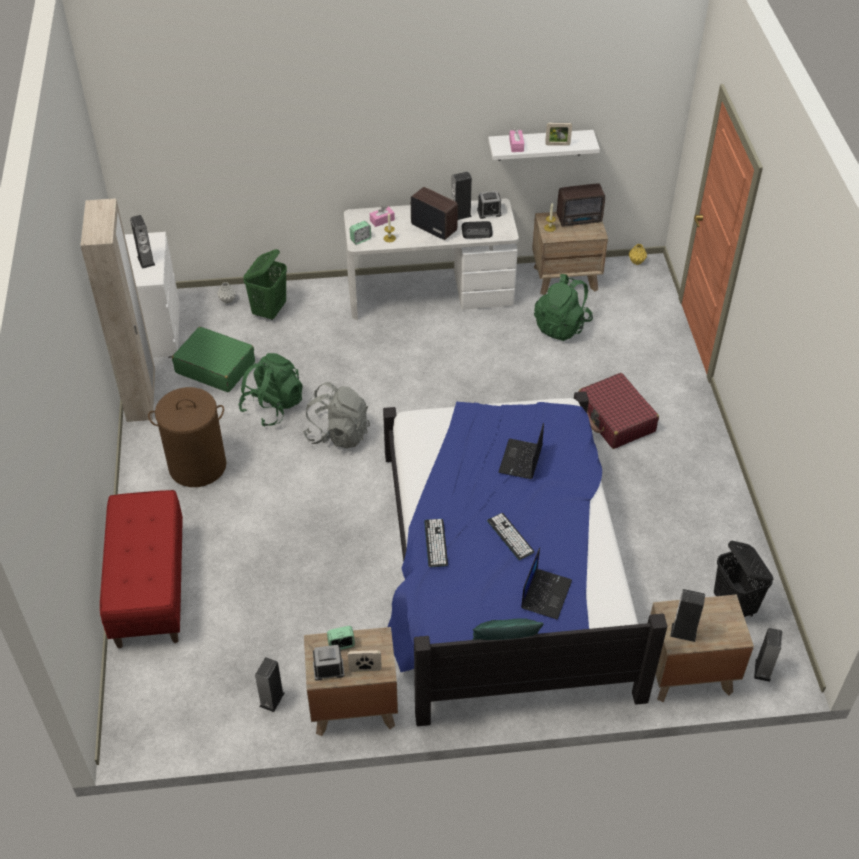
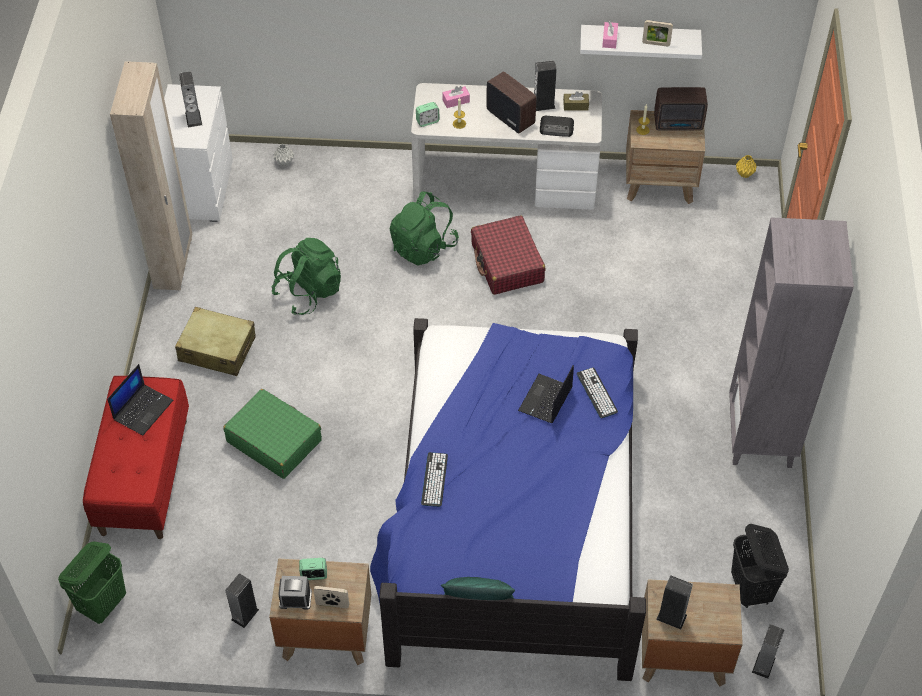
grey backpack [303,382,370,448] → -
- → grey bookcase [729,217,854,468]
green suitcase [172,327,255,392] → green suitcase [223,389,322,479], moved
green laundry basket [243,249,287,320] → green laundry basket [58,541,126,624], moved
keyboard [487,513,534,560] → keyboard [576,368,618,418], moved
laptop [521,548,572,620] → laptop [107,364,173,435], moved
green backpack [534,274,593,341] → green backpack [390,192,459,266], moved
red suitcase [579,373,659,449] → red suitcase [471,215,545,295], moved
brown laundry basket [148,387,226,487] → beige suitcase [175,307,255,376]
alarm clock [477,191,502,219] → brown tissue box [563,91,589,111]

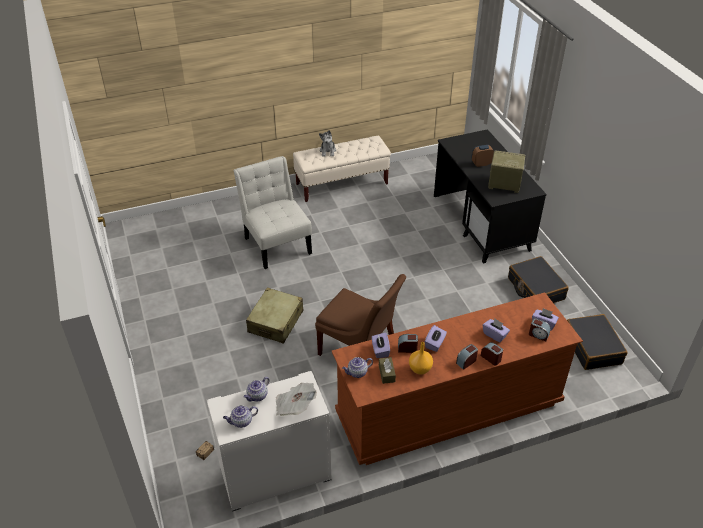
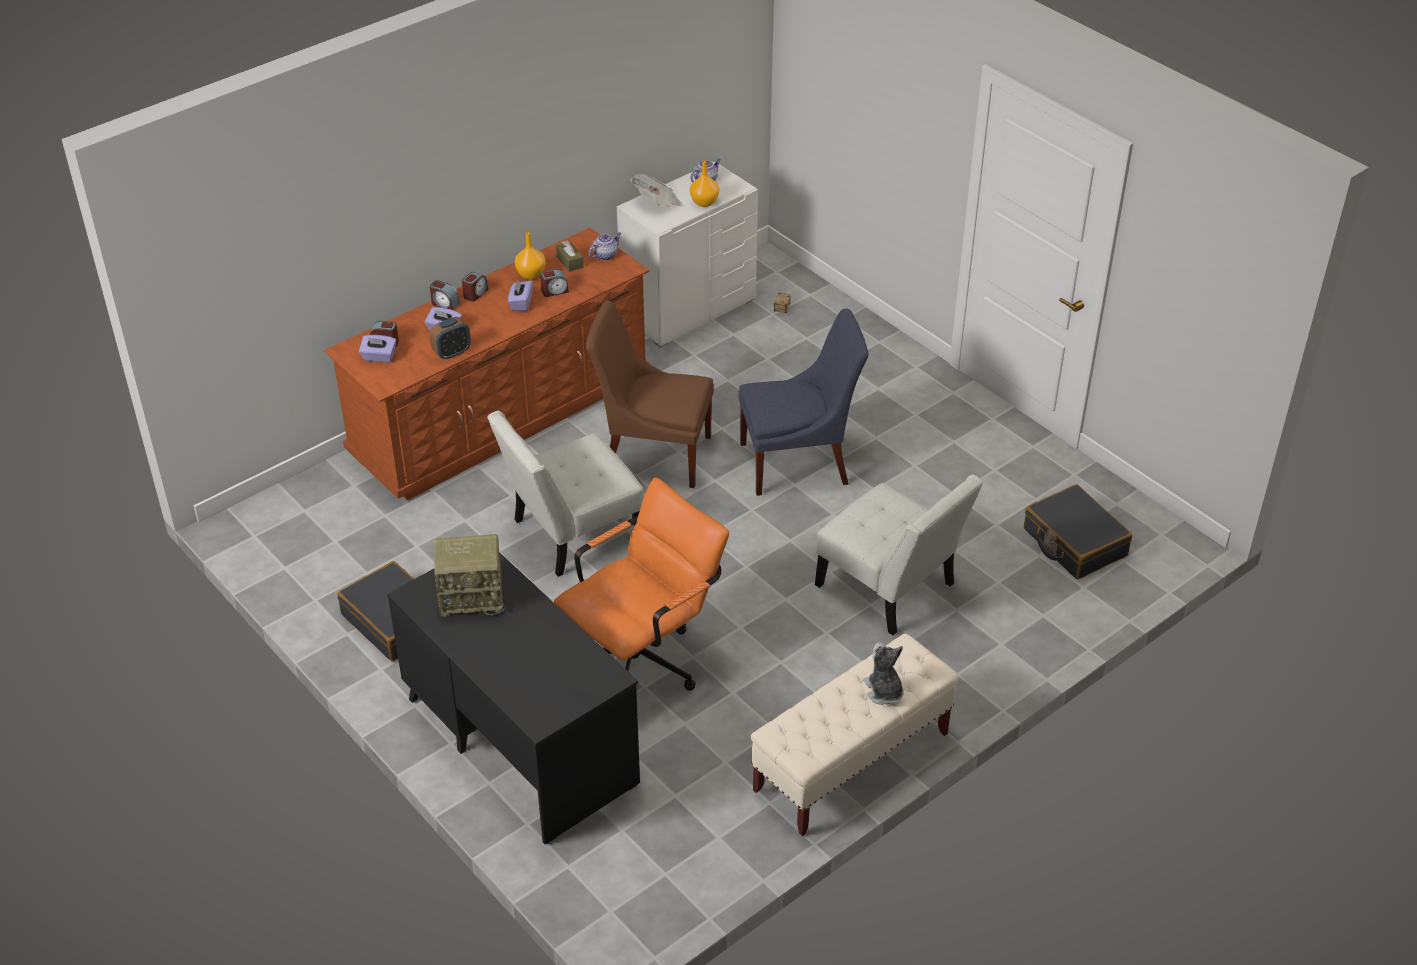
purple tissue box [372,332,390,358] → -
- → white chair [487,411,644,577]
- → orange office chair [554,478,729,691]
alarm clock [471,145,494,167] → alarm clock [430,317,471,360], moved
black suitcase [567,314,628,370] → black suitcase [1024,484,1132,579], moved
teapot [244,377,269,401] → orange vase [690,161,719,207]
beige suitcase [246,288,303,343] → blue chair [739,309,869,496]

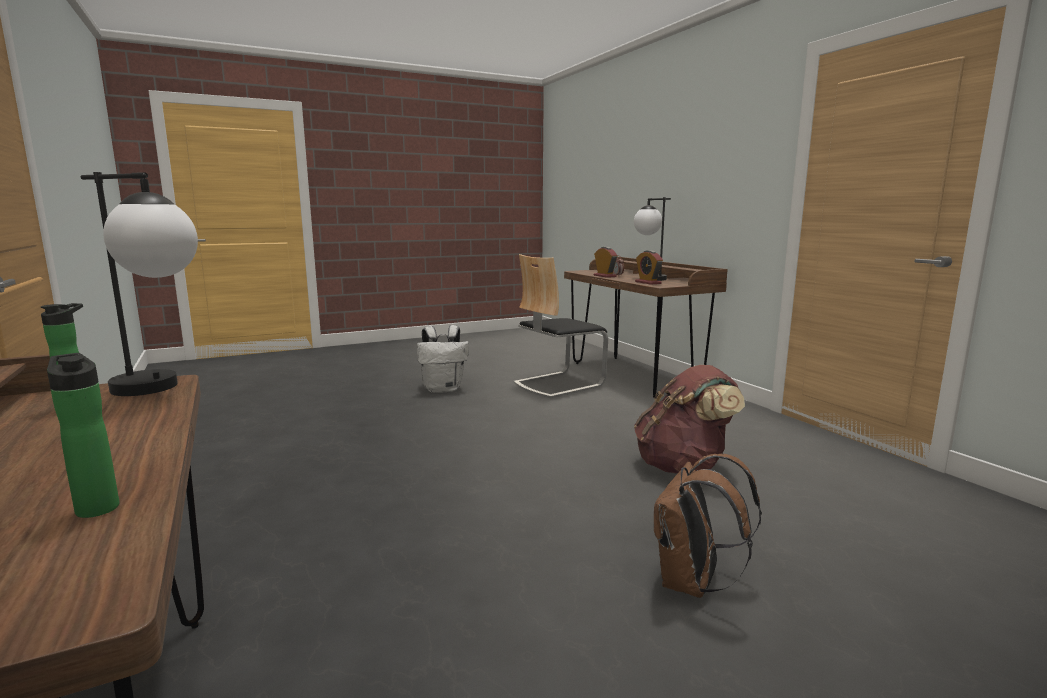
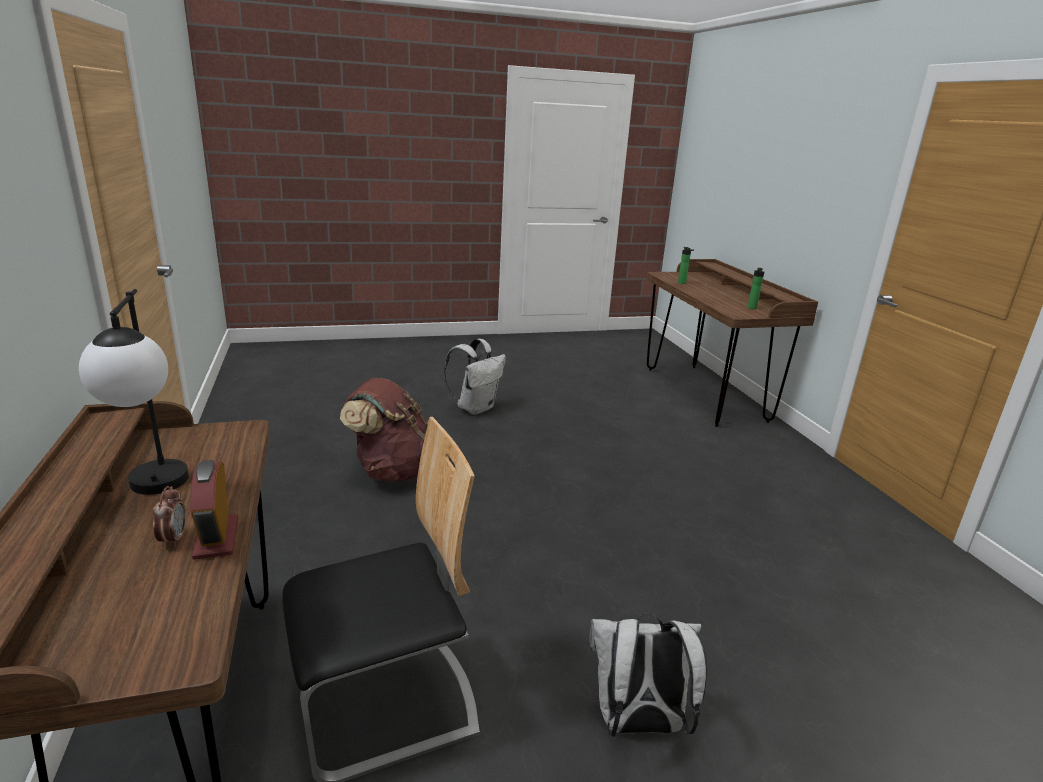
table lamp [80,172,198,396] → -
alarm clock [635,250,663,285] → -
brown backpack [654,454,762,598] → white backpack [444,339,506,415]

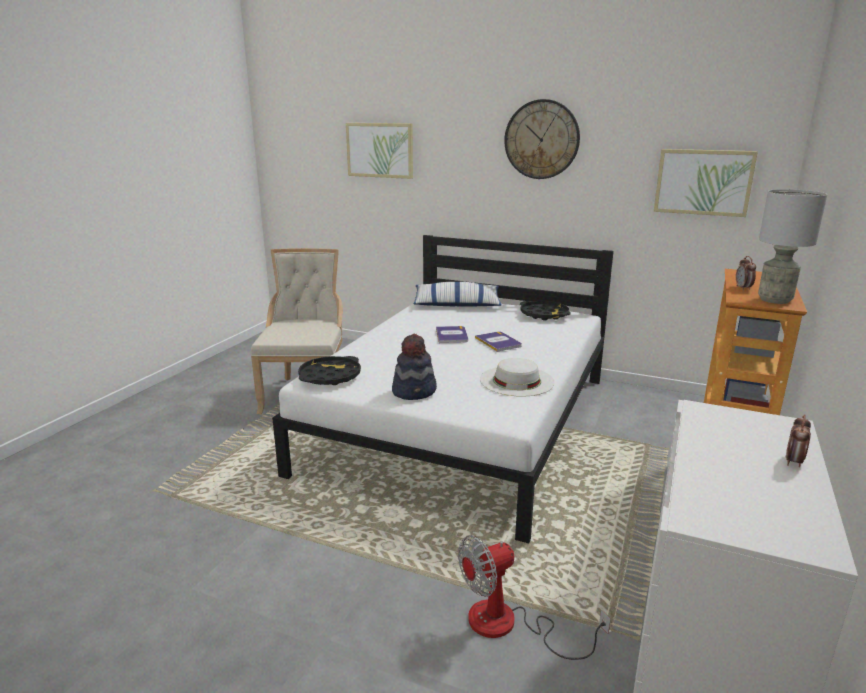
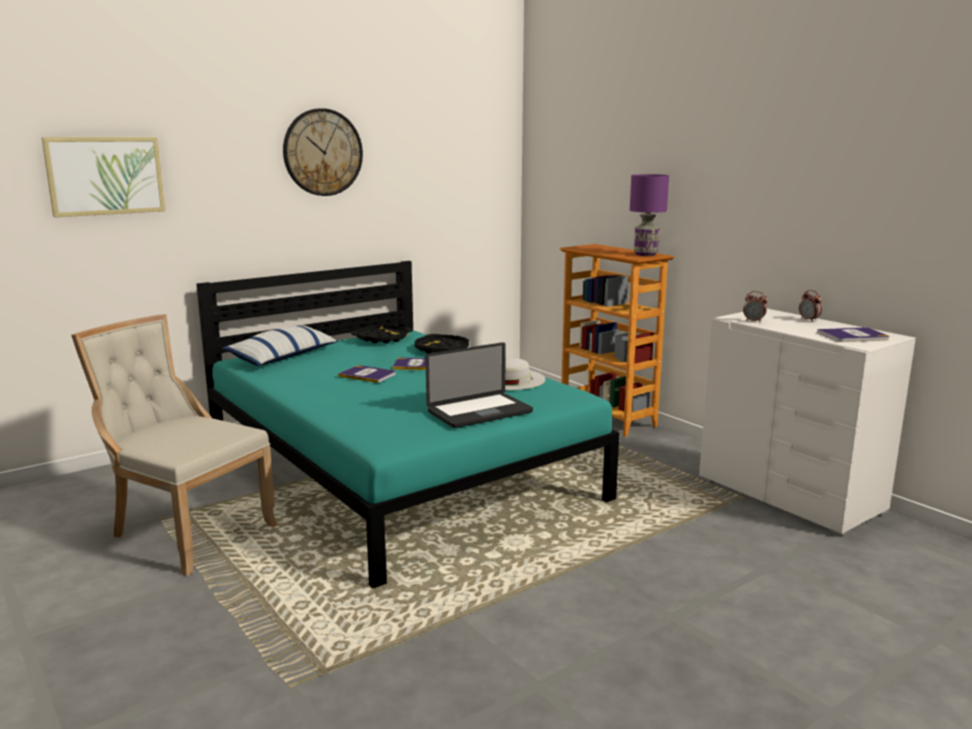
fan [458,535,611,660] → -
picture [654,149,758,217] → -
- → book [817,327,889,342]
black tray [298,356,361,385] → black tray [415,334,469,354], moved
alarm clock [736,256,756,290] → alarm clock [743,291,768,323], moved
hat [392,334,437,400] → laptop [425,342,533,428]
white bed [272,235,614,543] → turquoise bed [196,261,619,588]
grey table lamp [758,189,827,304] → purple table lamp [630,174,669,256]

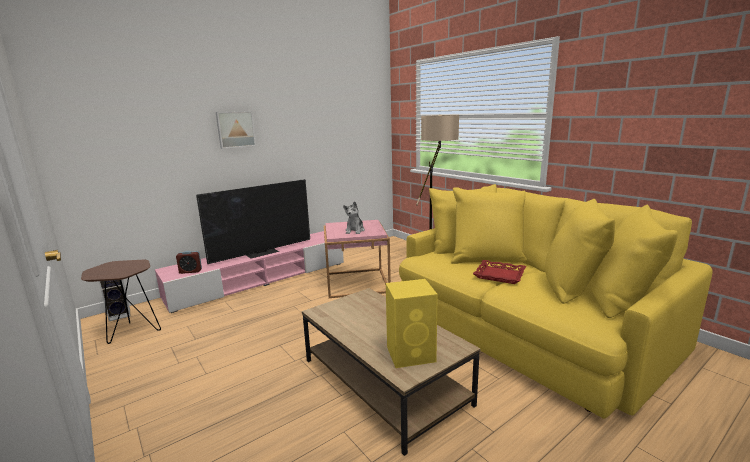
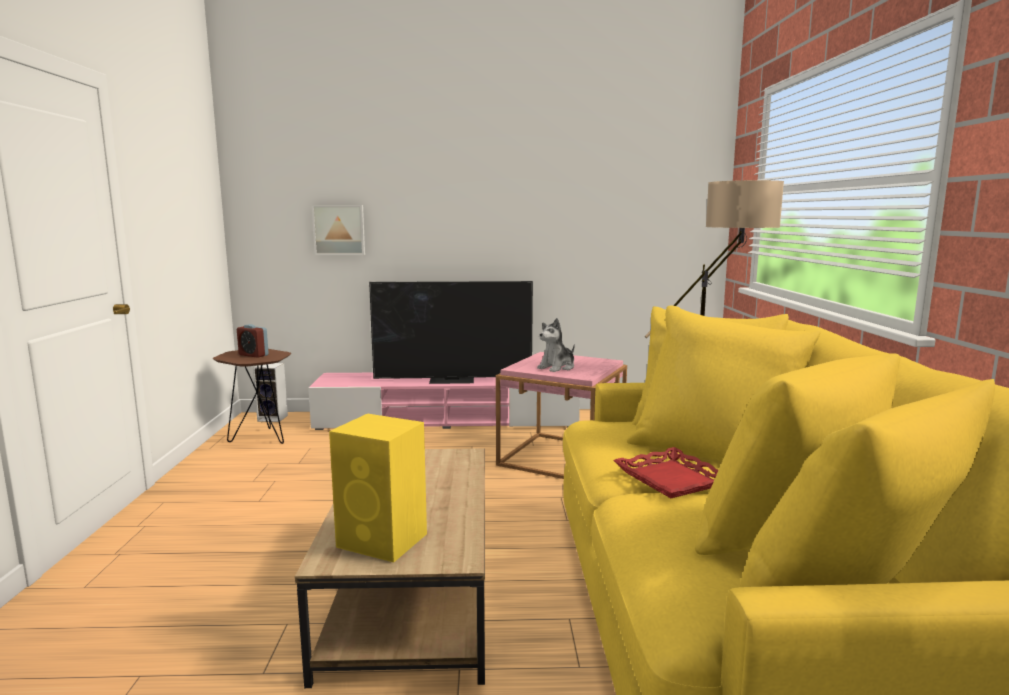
alarm clock [176,251,202,274] → alarm clock [237,324,269,358], moved
picture [216,111,256,149] → picture [312,205,365,255], moved

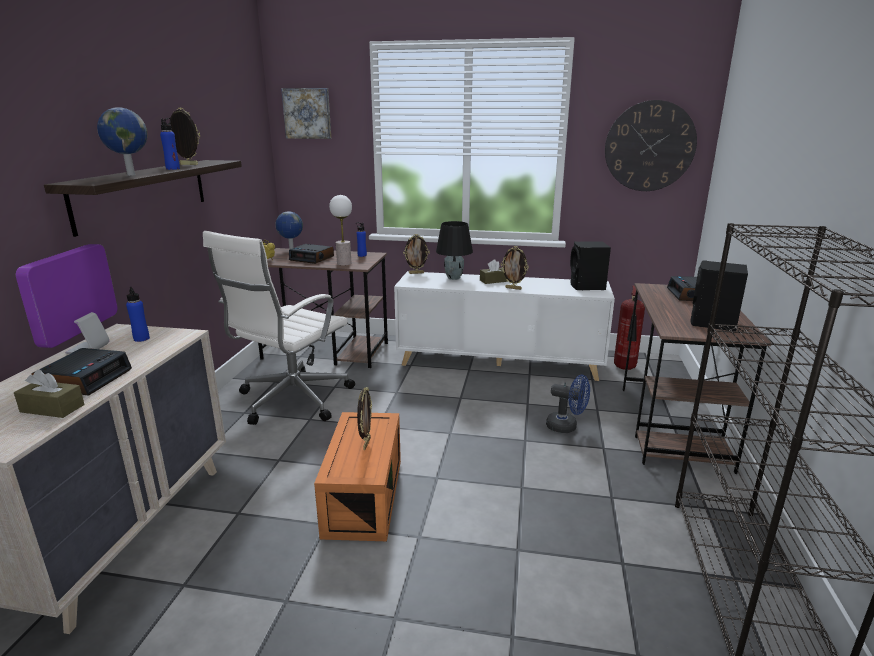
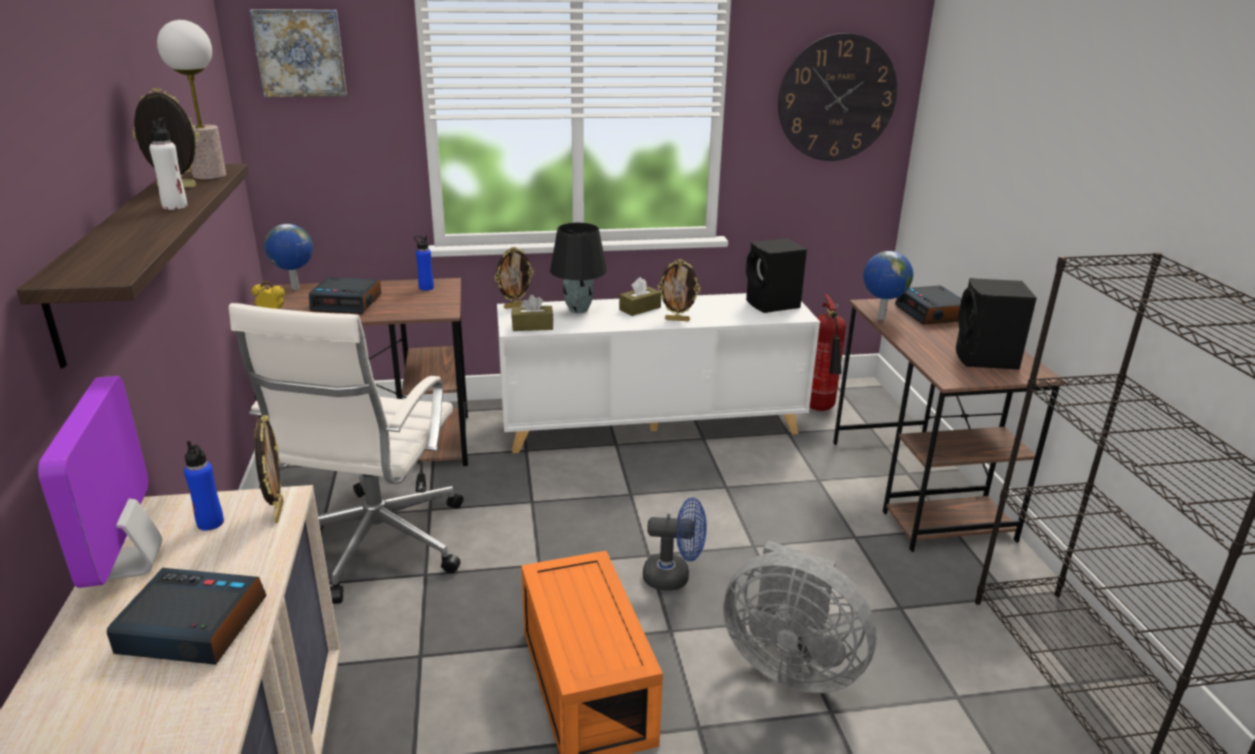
- → grey fan [723,540,877,693]
brown tissue box [14,369,85,418] → brown tissue box [512,295,554,331], moved
globe [97,107,148,176] → globe [863,251,913,320], moved
table lamp [329,195,352,266] → table lamp [157,20,226,180], moved
picture frame [357,387,372,450] → picture frame [254,415,284,523], moved
blue fan [546,375,590,433] → blue fan [643,498,707,591], moved
blue bottle [160,118,180,170] → white bottle [149,118,187,210]
alarm clock [31,348,132,396] → alarm clock [107,568,267,665], 75 degrees counterclockwise

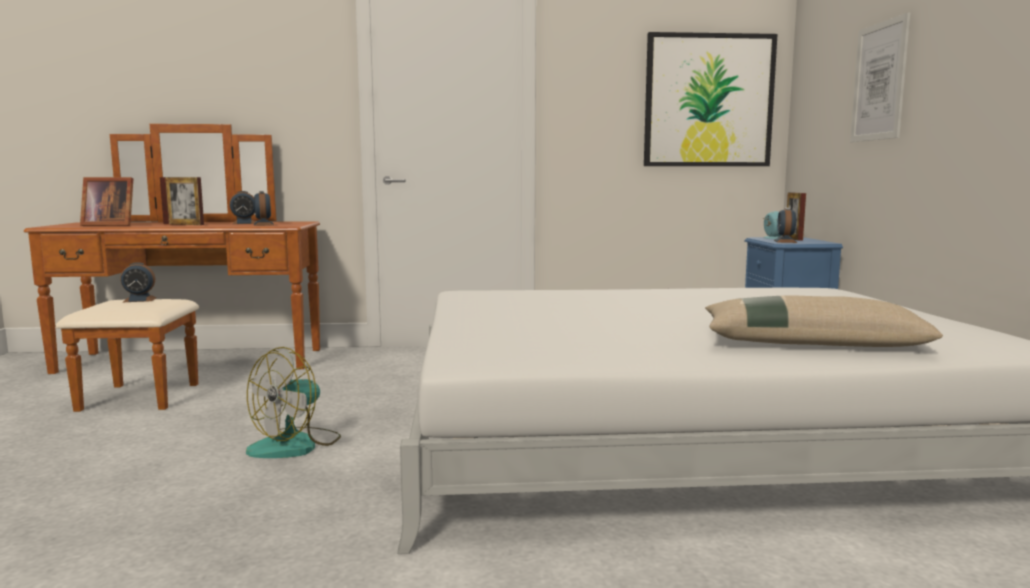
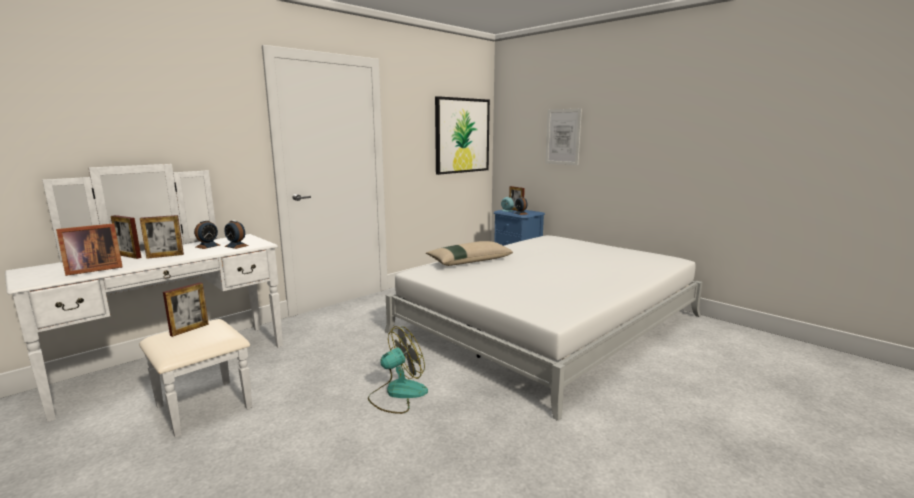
beige pillow [705,295,943,347] → beige pillow [426,241,513,266], moved
alarm clock [120,262,157,302] → picture frame [163,282,209,337]
brown dresser [24,124,320,412] → white dresser [5,164,283,438]
fan [246,347,341,458] → fan [368,326,428,414], 120 degrees counterclockwise

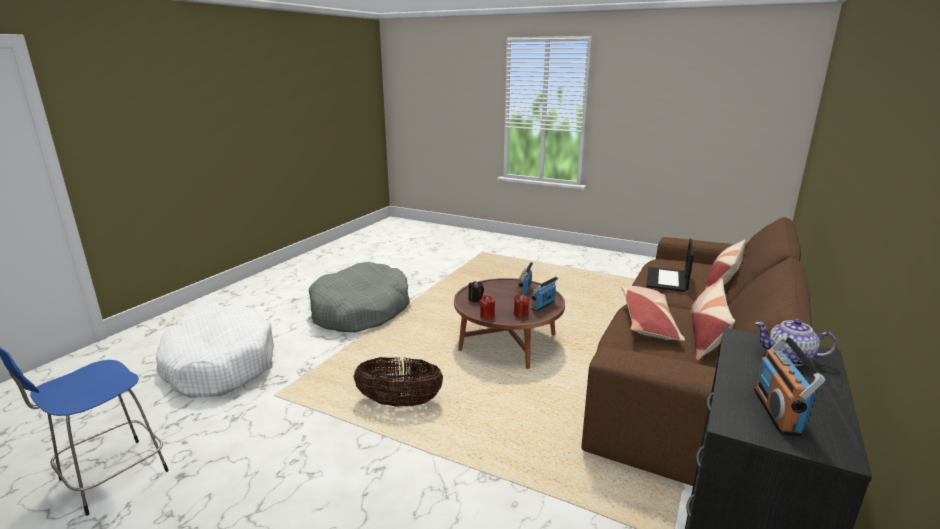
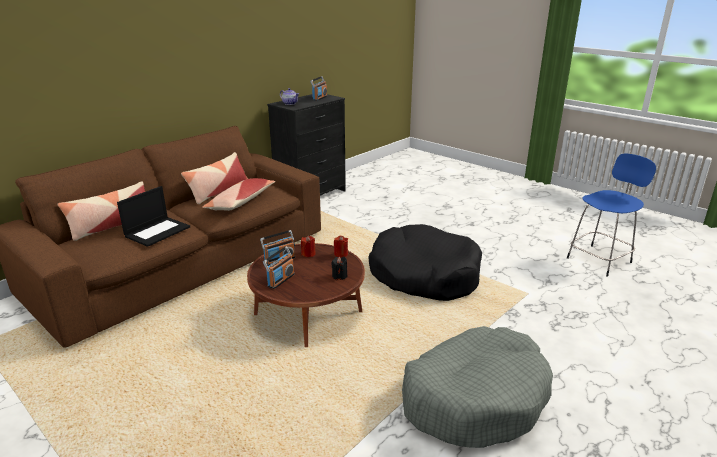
white dog bed [156,305,274,398] → -
basket [353,357,443,407] → black dog bed [368,224,482,301]

